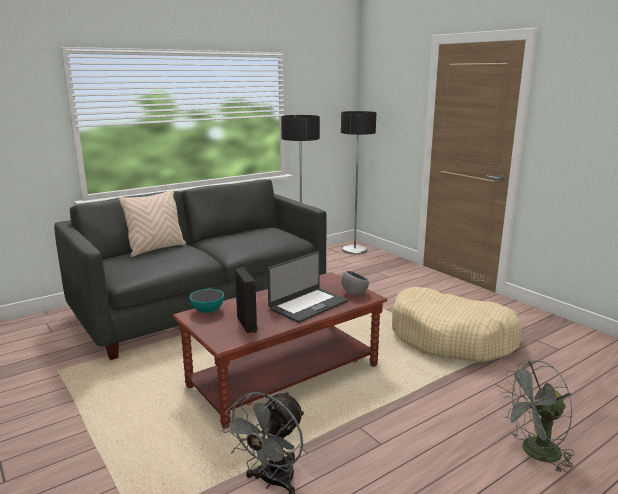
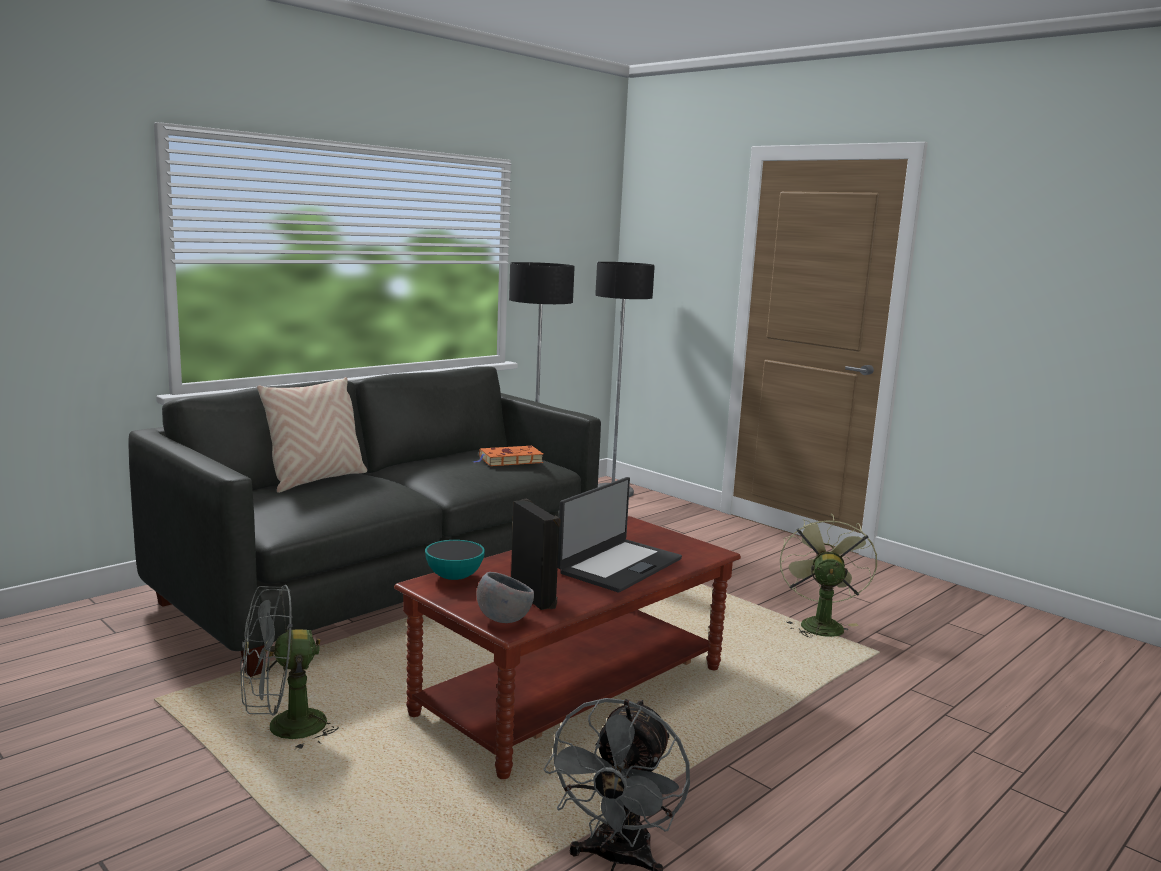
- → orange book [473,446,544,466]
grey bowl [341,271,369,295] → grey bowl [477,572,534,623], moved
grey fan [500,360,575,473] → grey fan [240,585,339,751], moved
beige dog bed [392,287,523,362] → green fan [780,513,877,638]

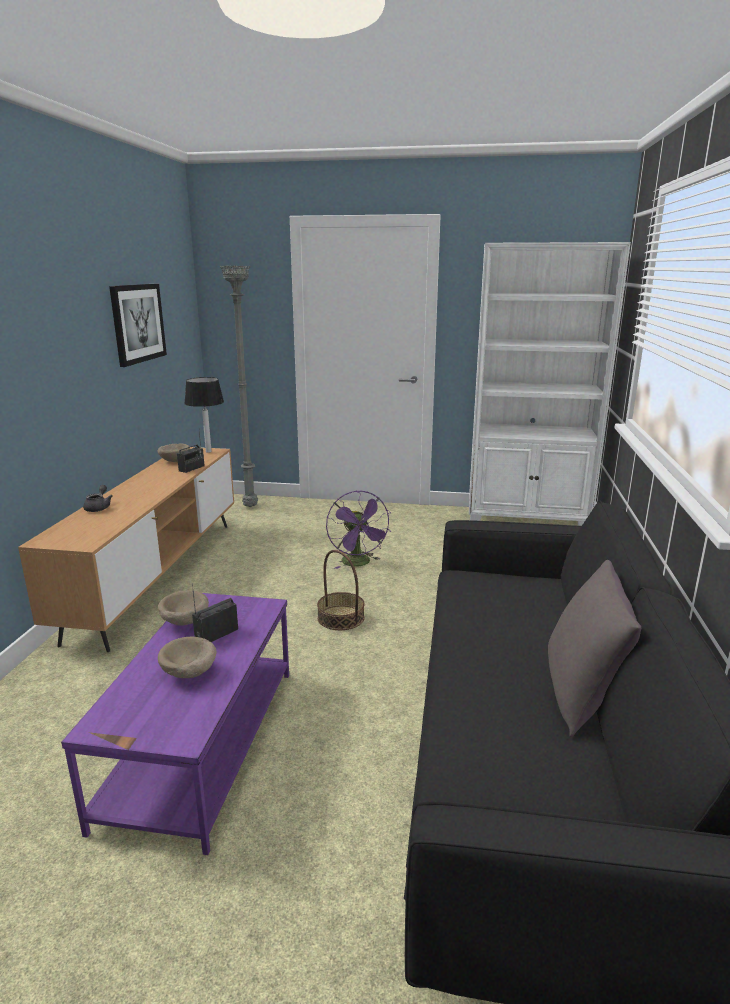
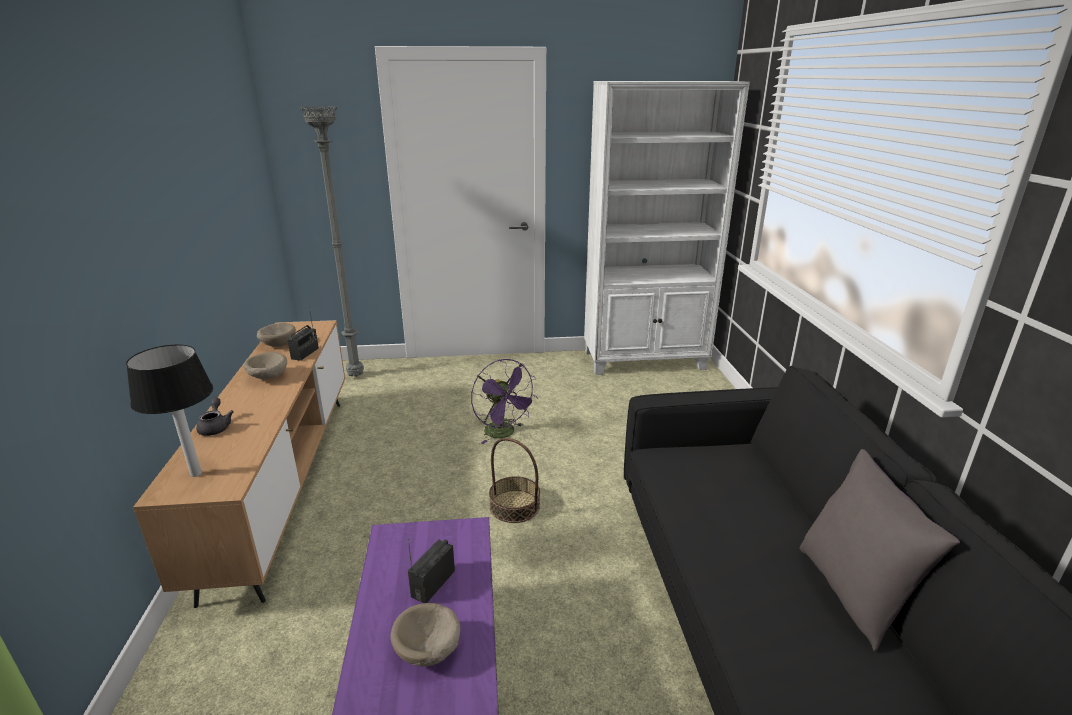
picture [109,284,167,367] → -
beige bowl [158,590,209,626] → beige bowl [243,352,287,379], moved
table lamp [184,377,224,453] → table lamp [126,344,213,477], moved

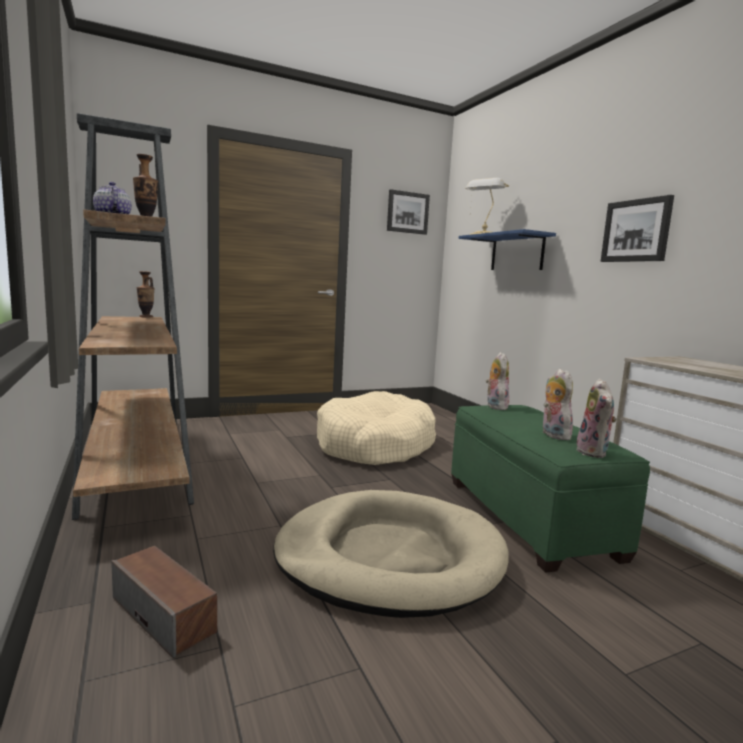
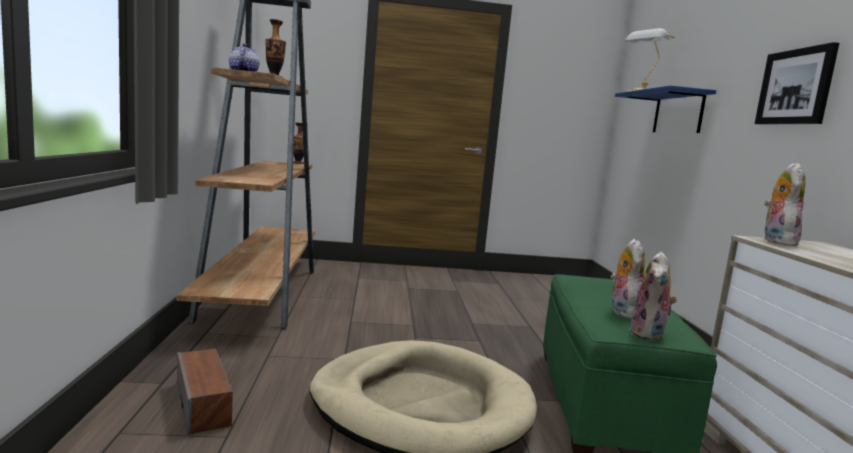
beige dog bed [317,391,436,465] → -
picture [387,189,430,235] → -
plush toy [486,352,509,410] → plush toy [764,163,805,246], moved

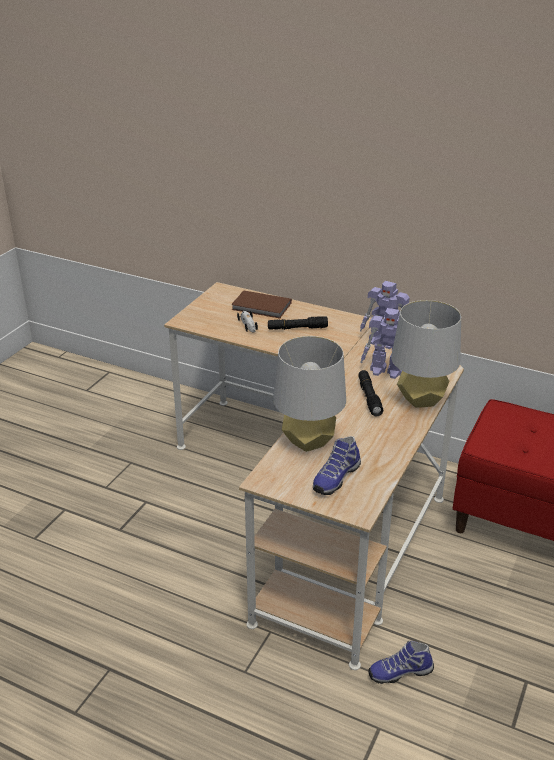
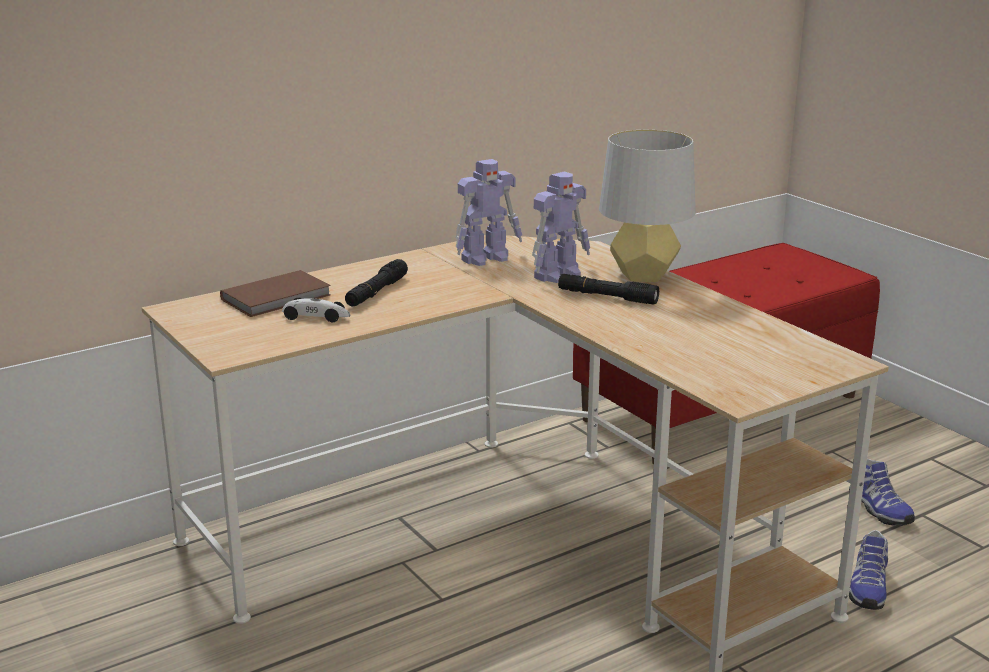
grey table lamp [273,336,346,452] → -
shoe [313,436,361,495] → shoe [849,459,915,525], moved

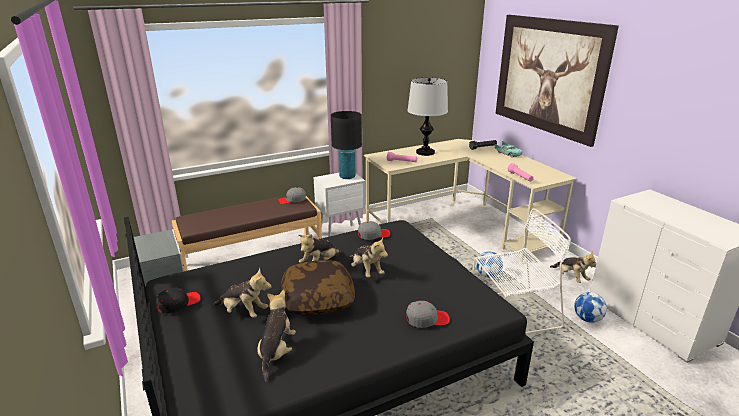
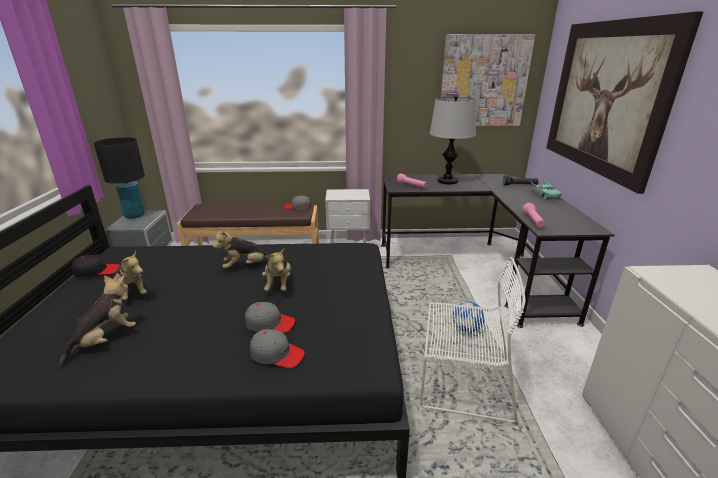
pillow [281,260,355,315] → -
plush toy [550,252,596,283] → -
football [574,292,607,323] → -
- → picture [441,34,535,126]
black table lamp [331,111,362,179] → black table lamp [94,137,145,219], moved
grey cap [358,221,390,240] → grey cap [245,302,295,333], moved
beige desk [364,139,577,264] → black desk [381,174,614,328]

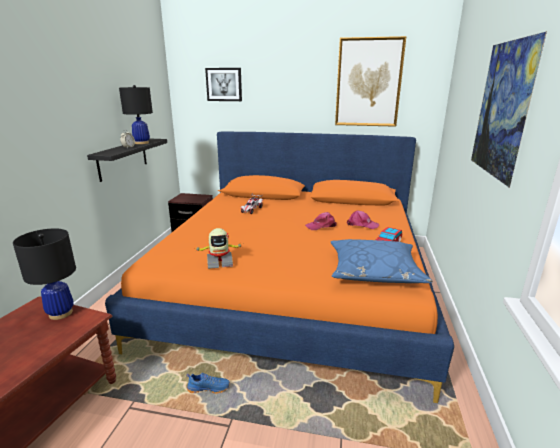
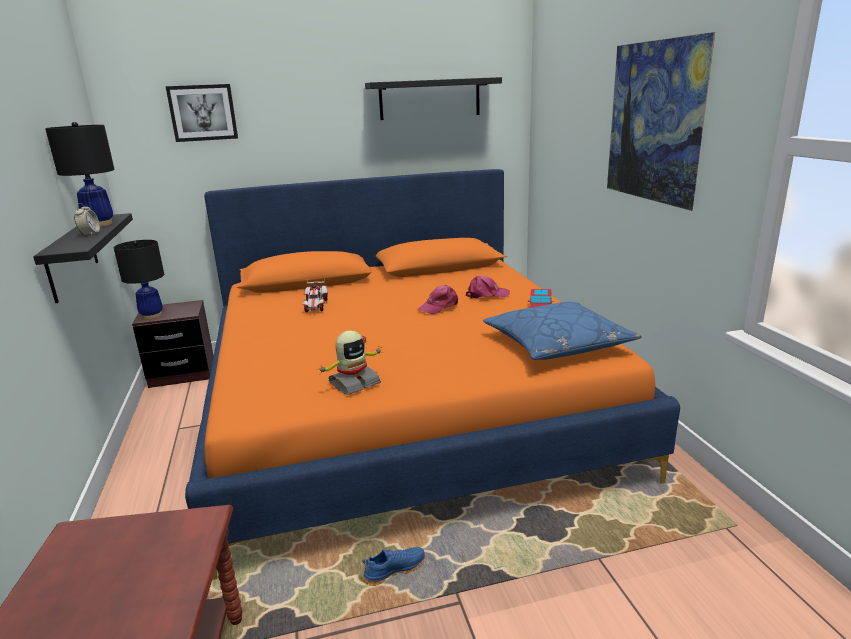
black table lamp [13,228,76,320] → black table lamp [114,240,164,320], moved
picture [335,36,406,127] → black shelf [365,77,502,120]

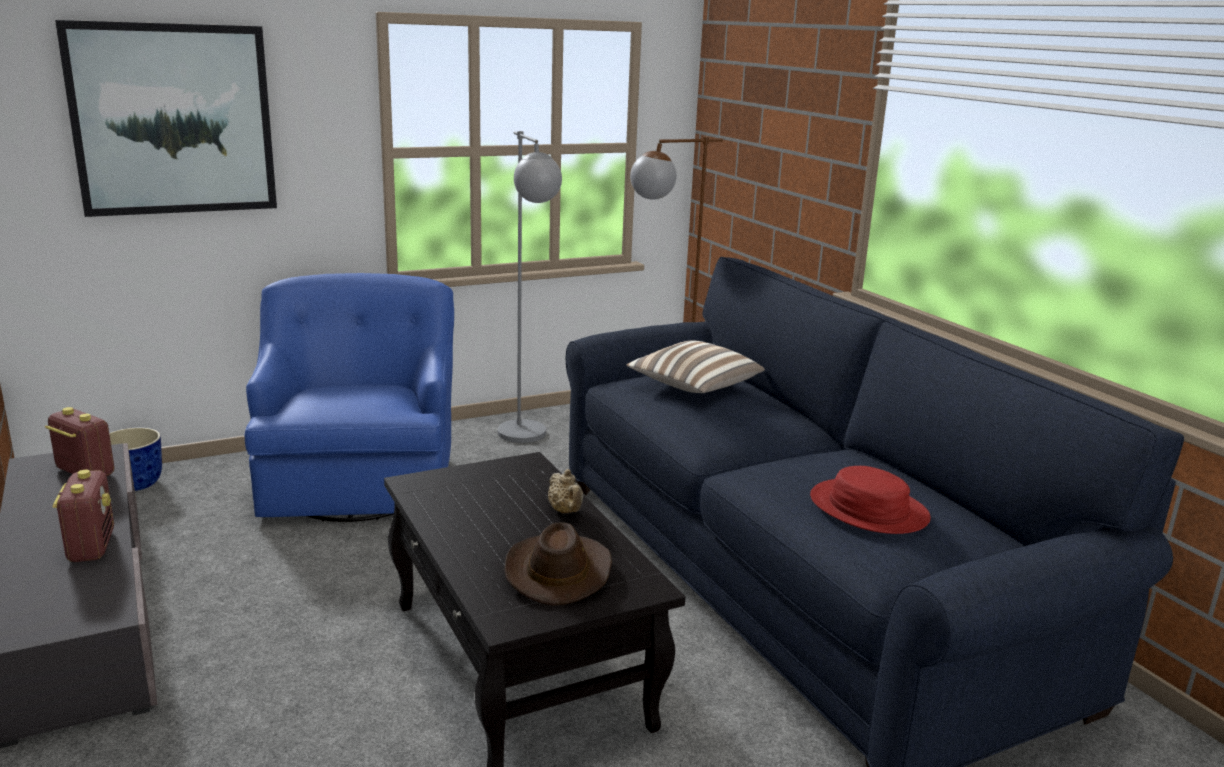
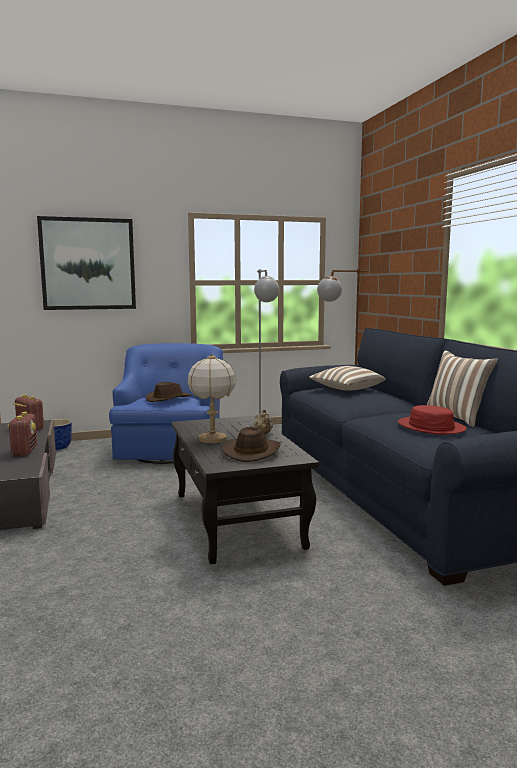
- → brown hat [146,382,191,402]
- → table lamp [187,353,236,443]
- → pillow [427,350,498,427]

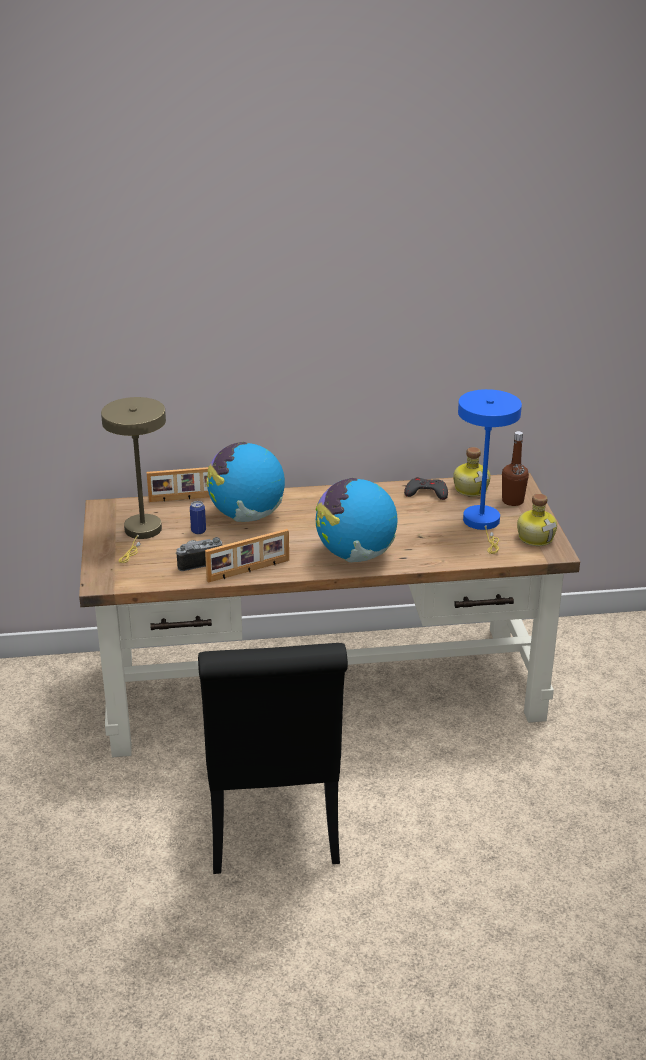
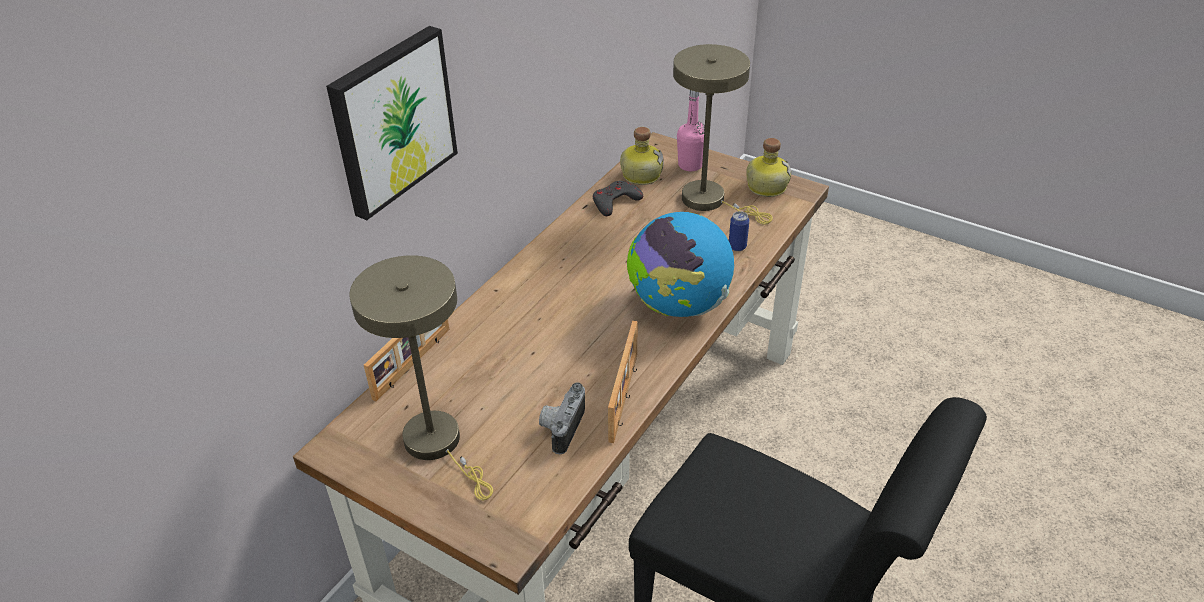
globe [207,442,285,522] → -
- → picture [326,26,458,220]
can [190,501,206,534] → can [729,211,749,251], moved
blue table lamp [458,389,522,554] → beige table lamp [673,44,773,224]
brown bottle [502,431,529,506] → pink bottle [677,90,705,171]

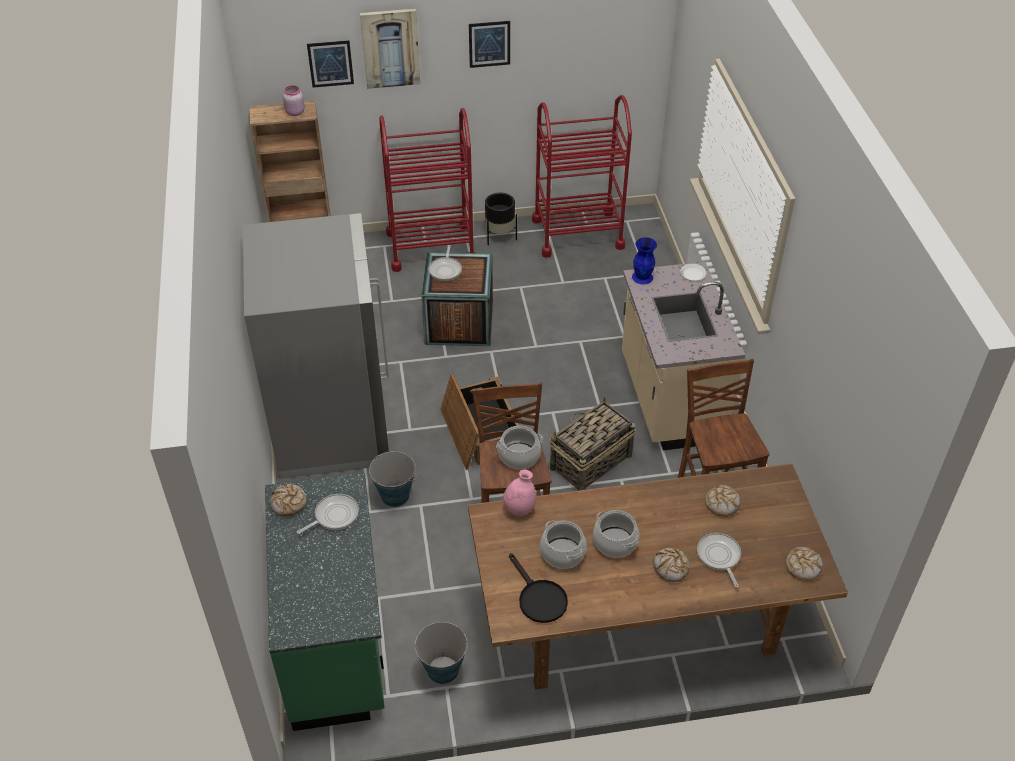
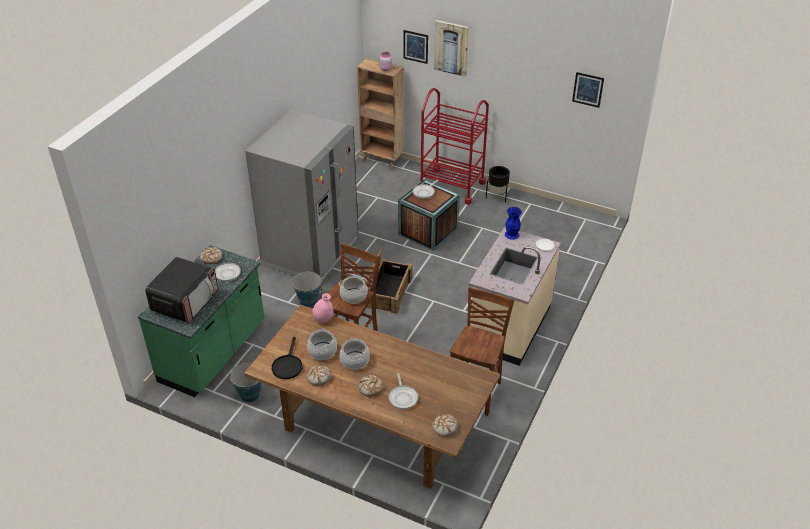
red cart [532,95,632,258] → -
basket [550,397,636,491] → -
- → microwave [145,257,218,323]
picture [469,21,510,68] → picture [572,72,604,108], moved
bread [705,485,741,517] → bread [307,365,332,386], moved
frying pan [697,533,741,588] → frying pan [388,373,418,410], 150 degrees clockwise

